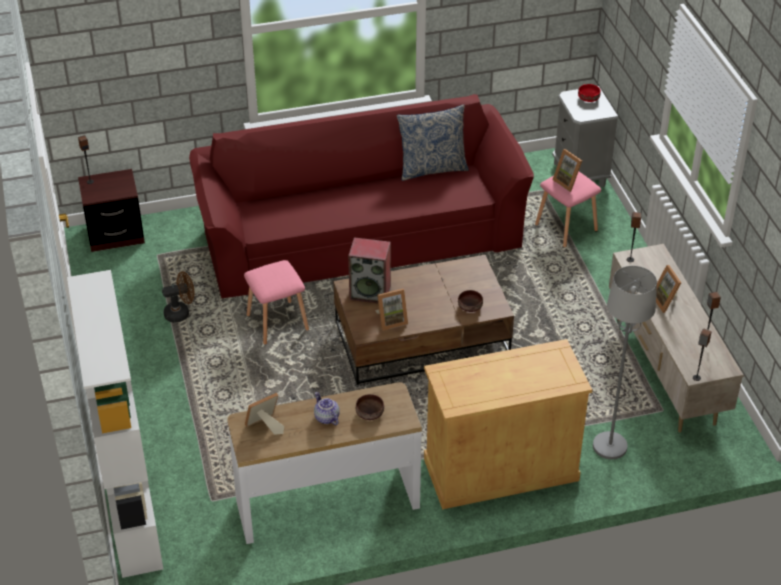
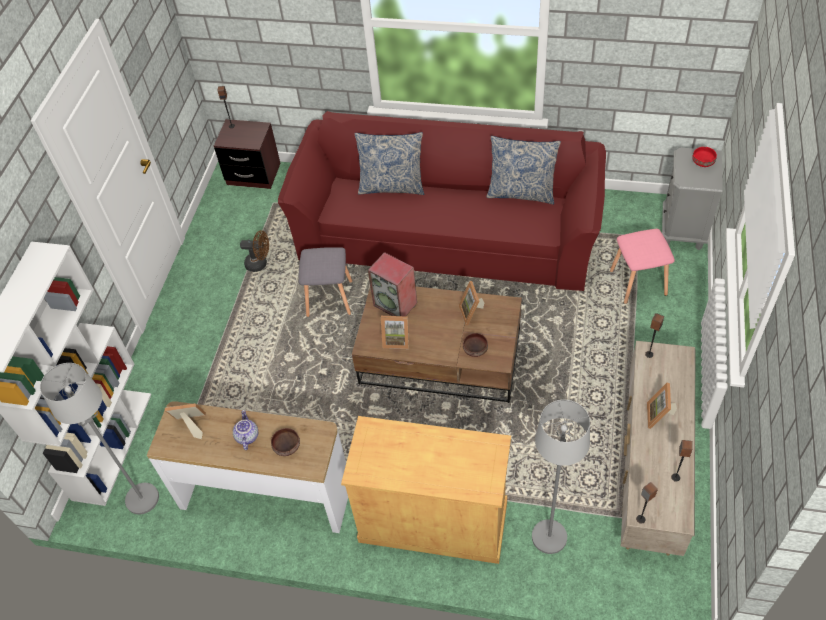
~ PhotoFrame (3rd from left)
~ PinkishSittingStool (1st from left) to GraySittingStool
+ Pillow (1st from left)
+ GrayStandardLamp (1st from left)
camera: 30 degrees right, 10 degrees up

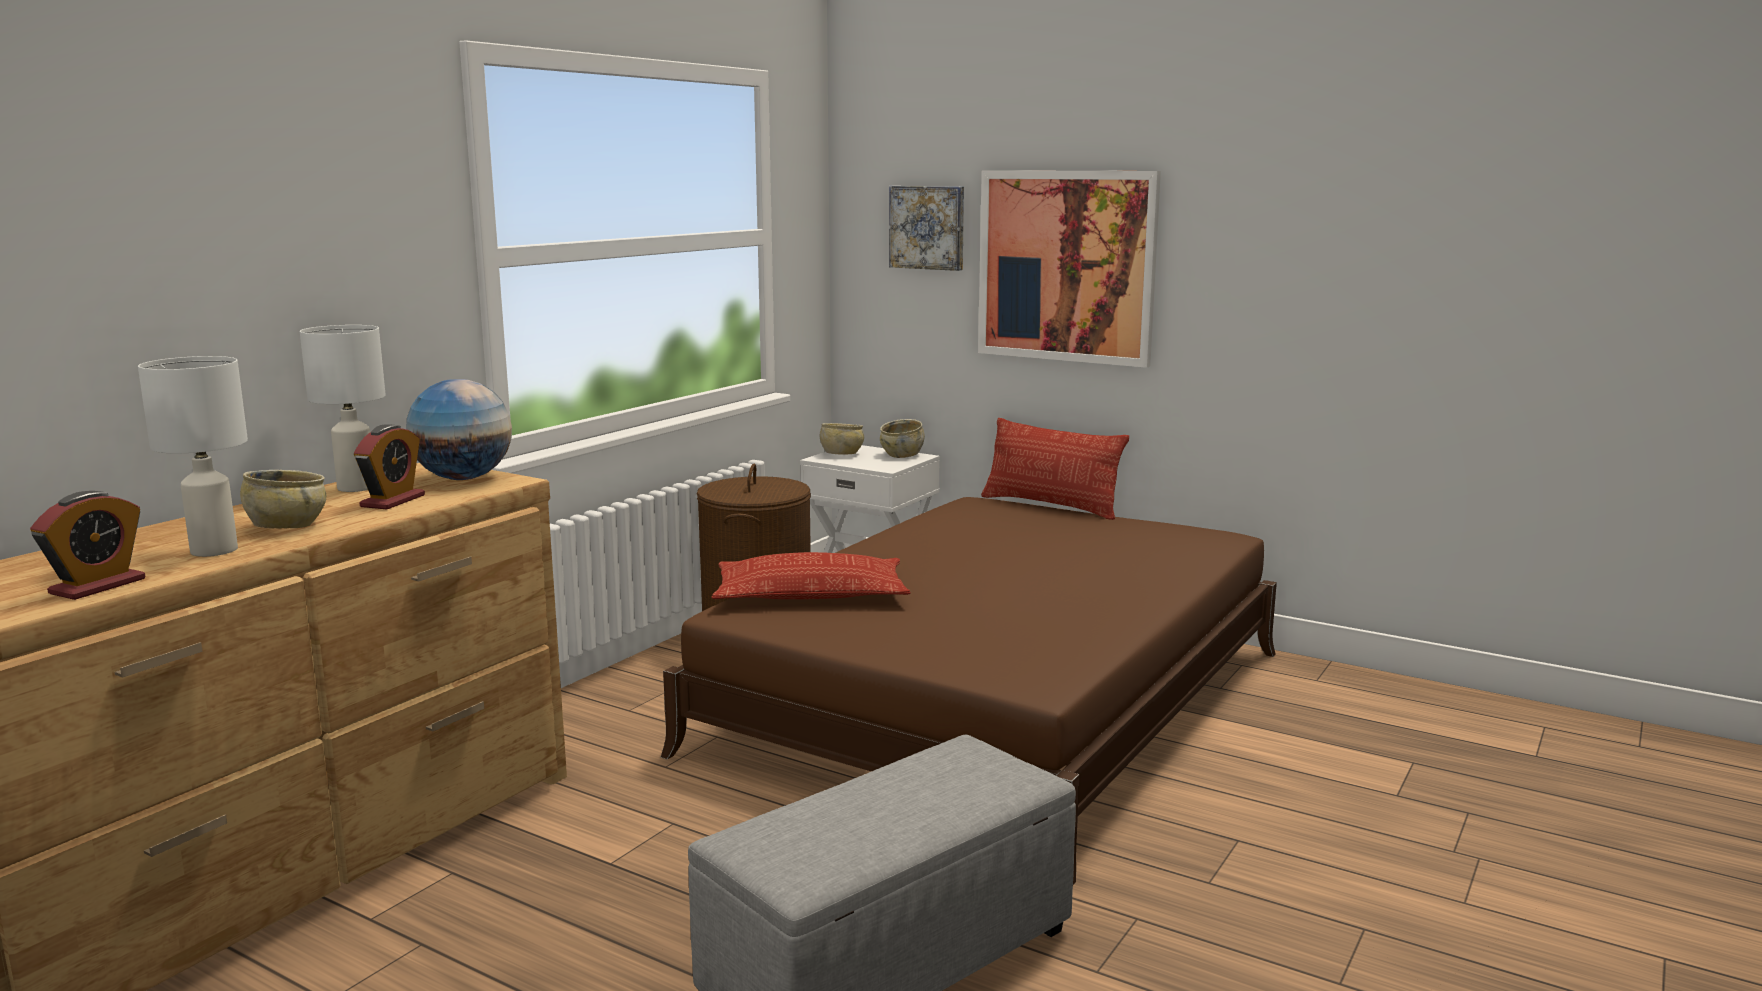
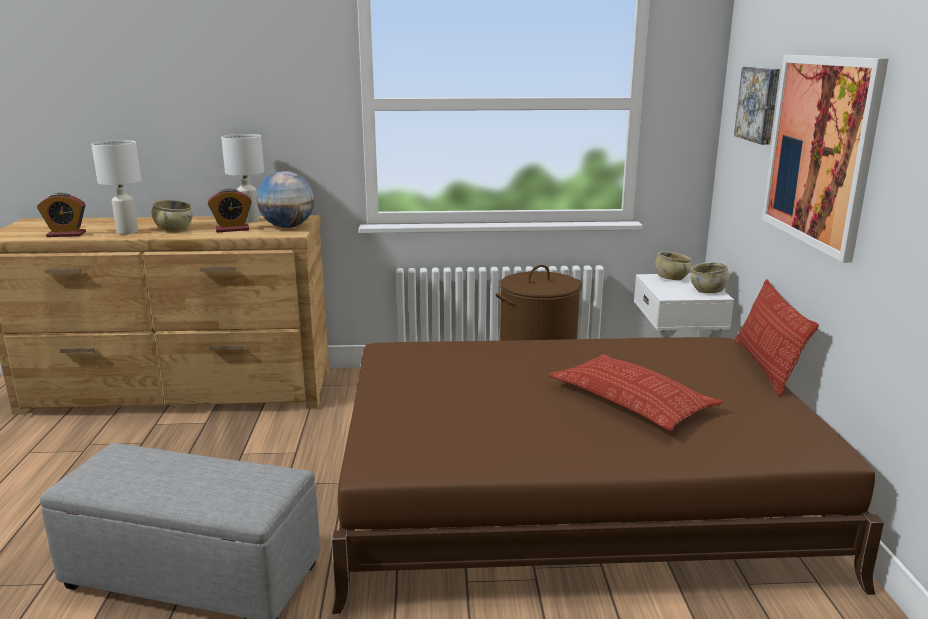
~ Pillow (1st from left)
camera: 55 degrees right, 5 degrees up

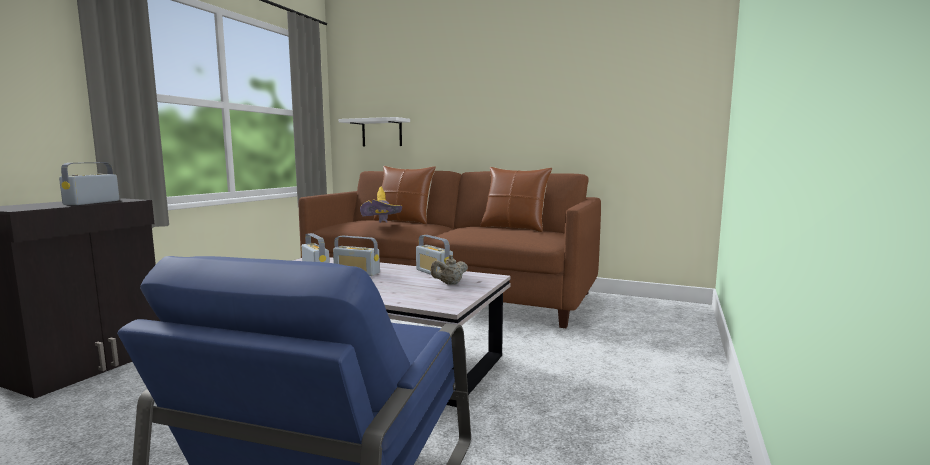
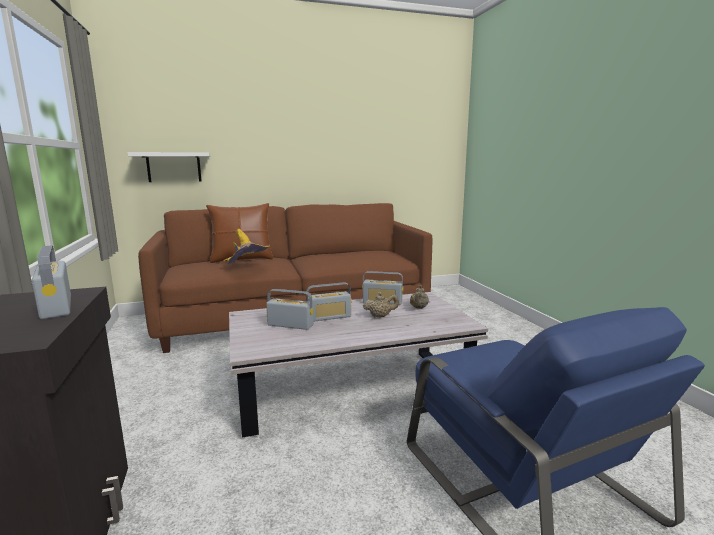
- BrownishPillow (2nd from left)
+ SandColouredPotForTea (1st from left)
camera: 40 degrees left, 5 degrees up

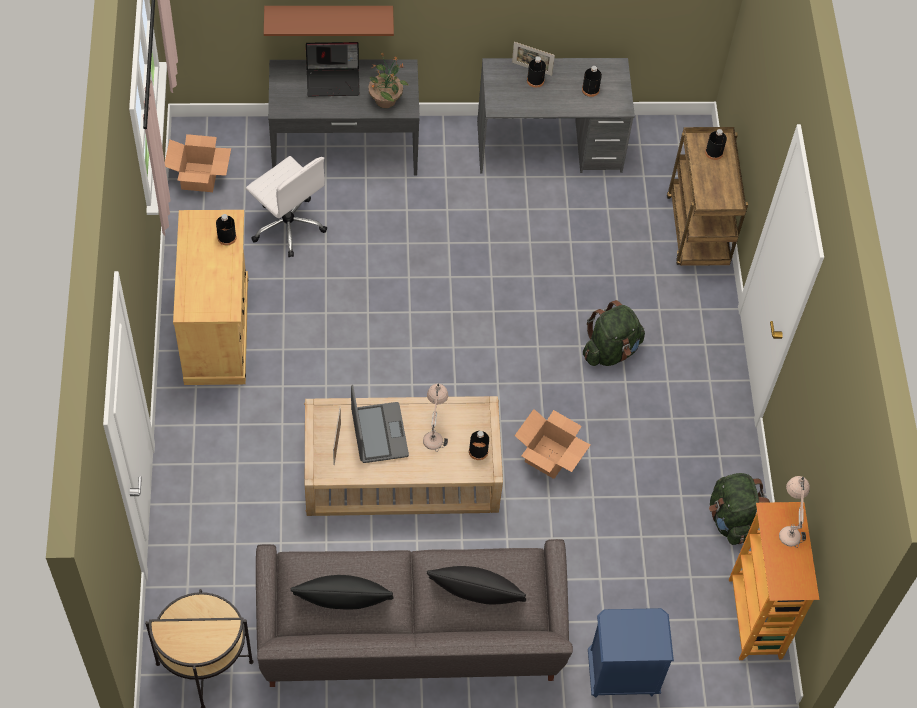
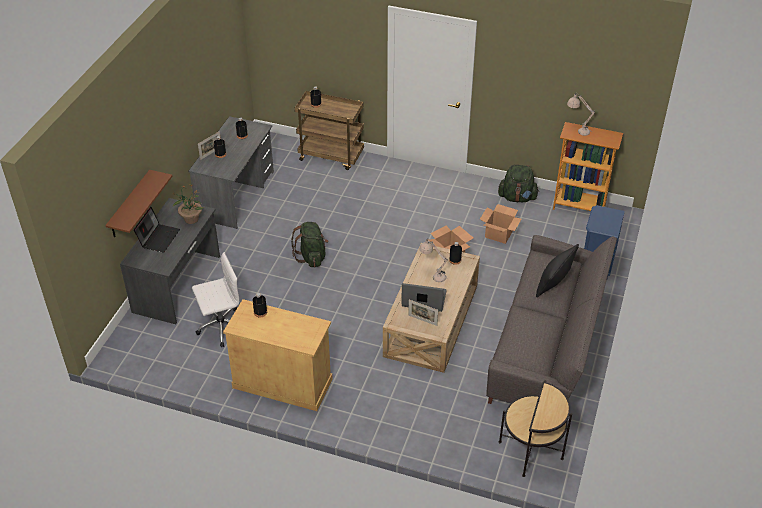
~ CardboardBox (1st from left in the first image) to CardboardBox (2nd from left)
~ GreenishRucksack (1st from left)
- BlackishPillow (1st from left)
camera: 65 degrees left, 15 degrees down

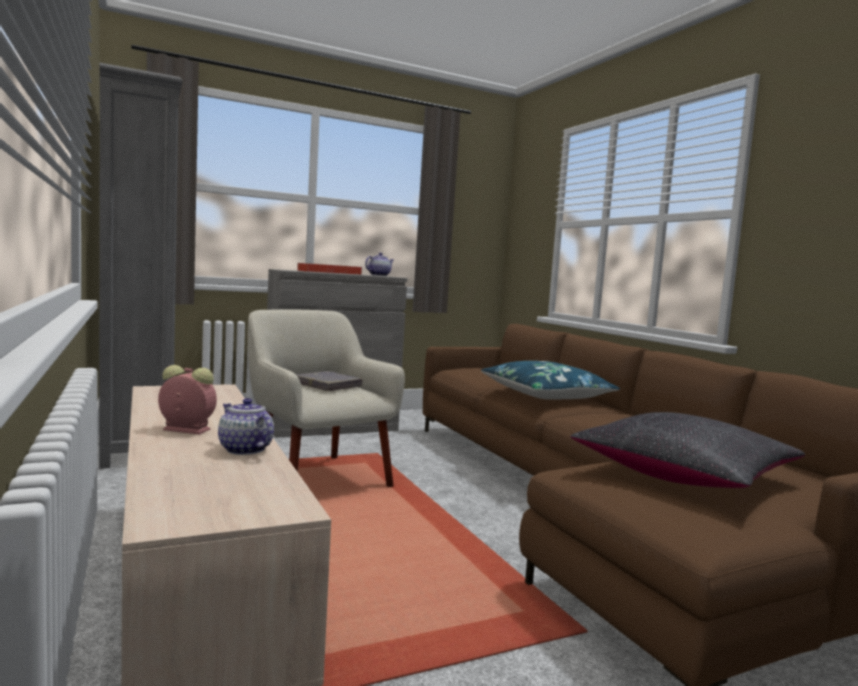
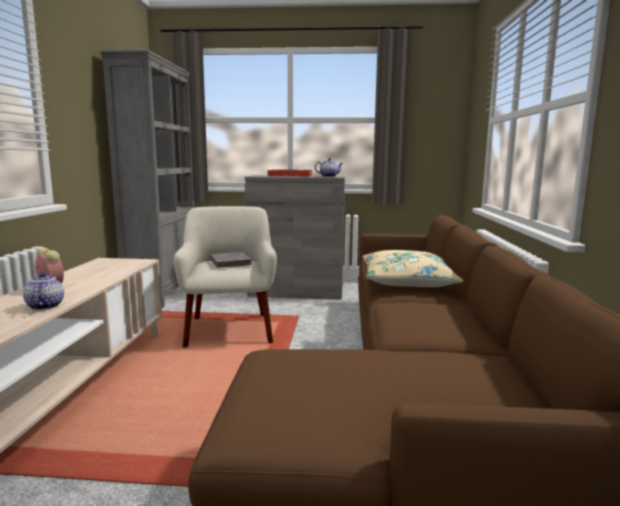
~ BluishPillow to SandColouredPillow
- BlackishPillow
camera: 30 degrees right, 5 degrees up

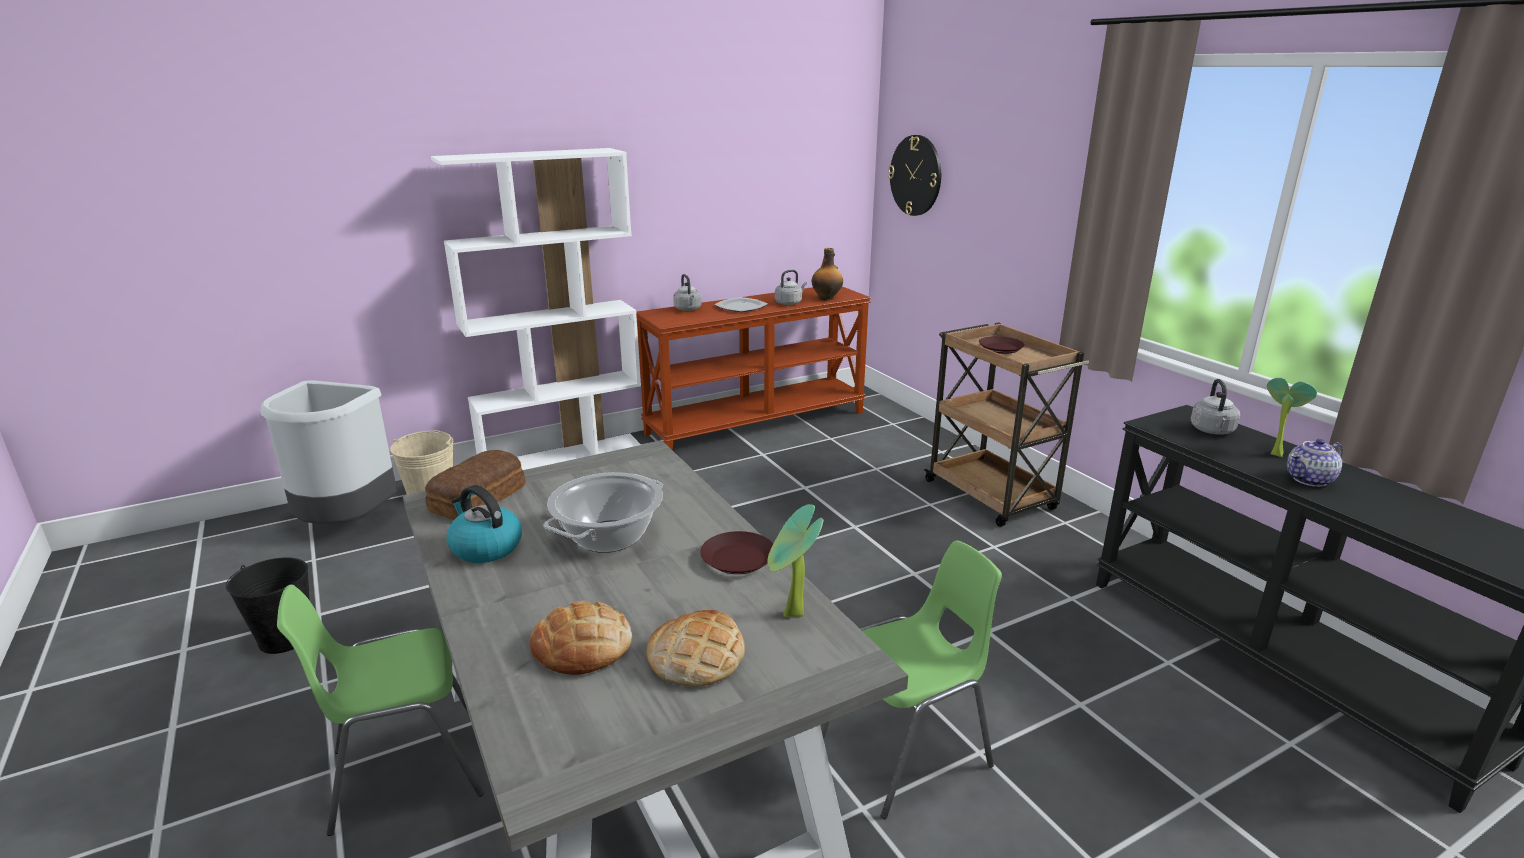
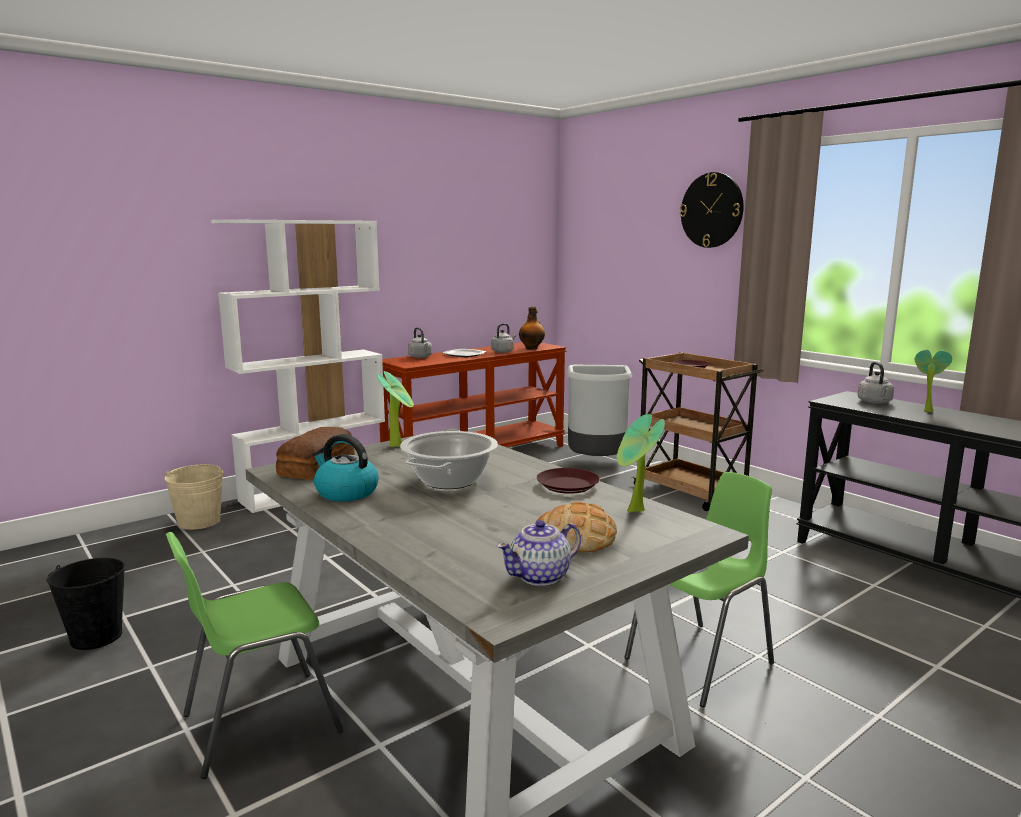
~ ClockOnTheWall
~ GrayRubbishBin
~ PotForTea
- Bread (2nd from left)
+ PlantInAPot (1st from left)
camera: 10 degrees left, 10 degrees down

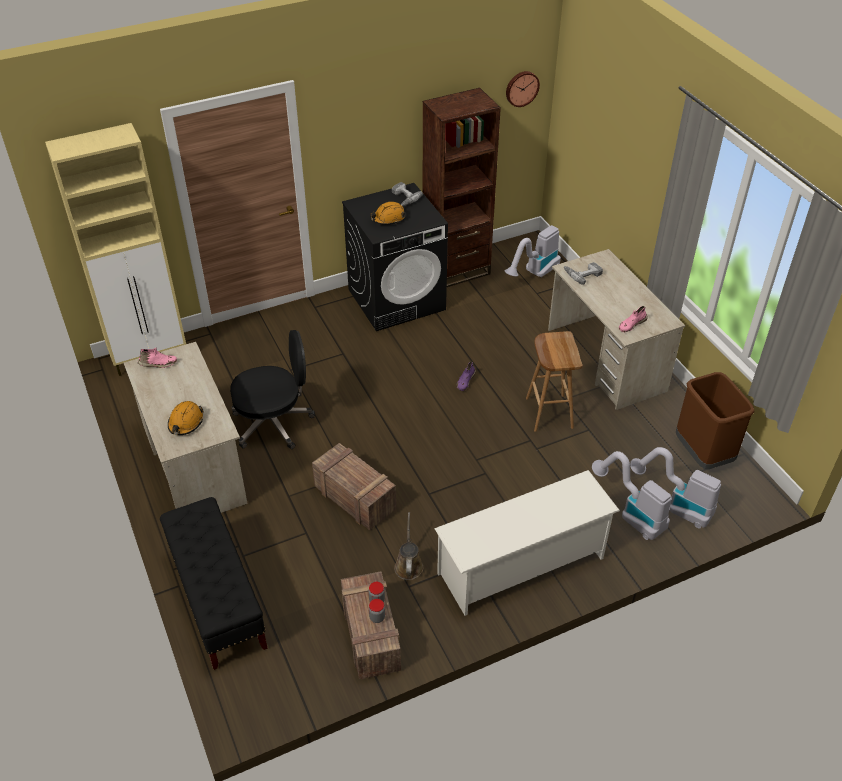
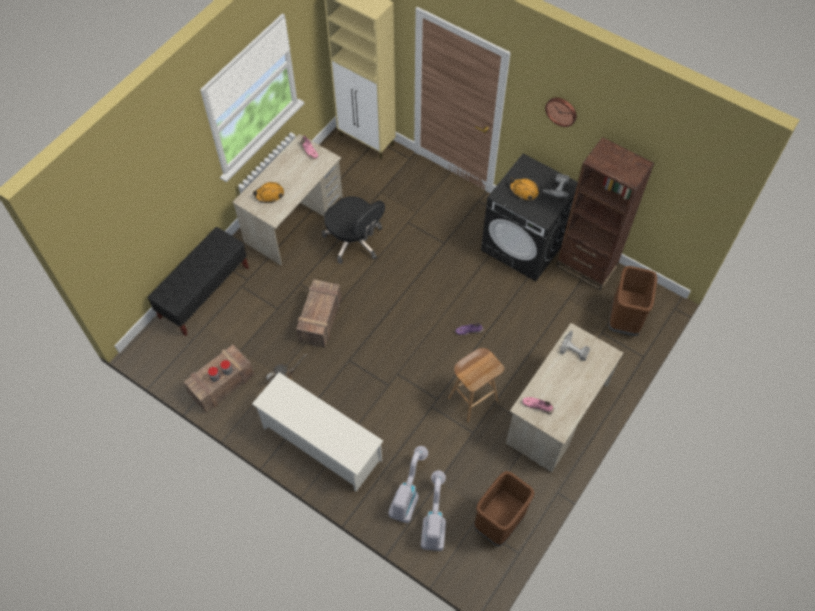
~ ClockOnTheWall
~ Hoover (1st from left) to BrownishRubbishBin (2nd from left)
camera: 60 degrees right, 15 degrees up

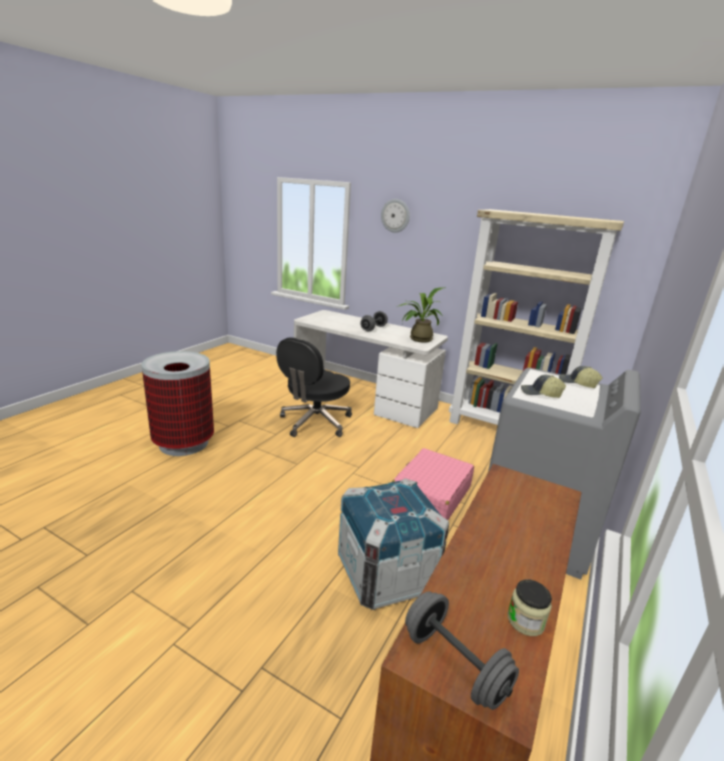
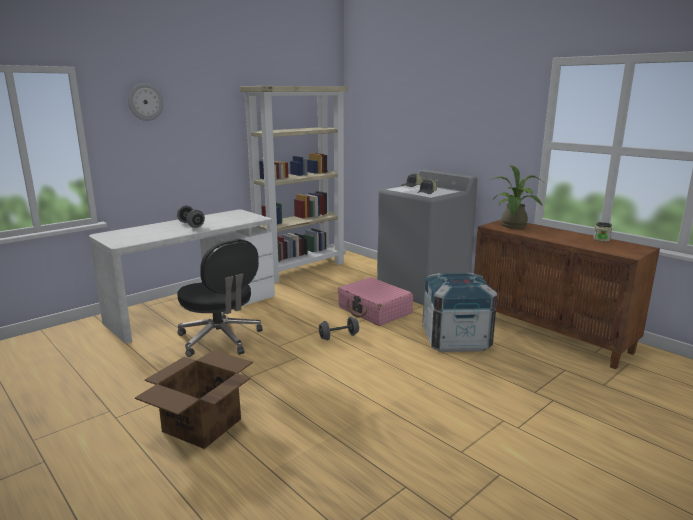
~ PlantInAPot
~ RubbishBin to CardboardBox
~ GrayDumbbell (2nd from left)
camera: 70 degrees left, 5 degrees down

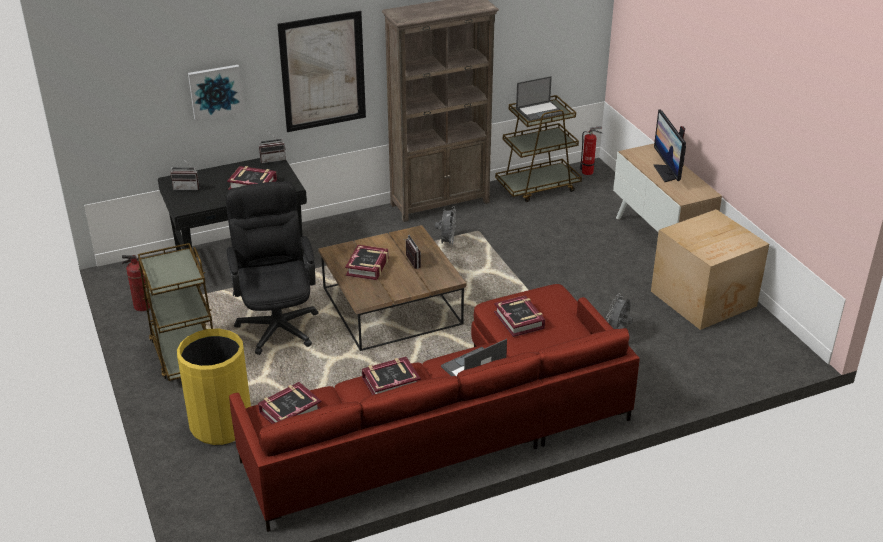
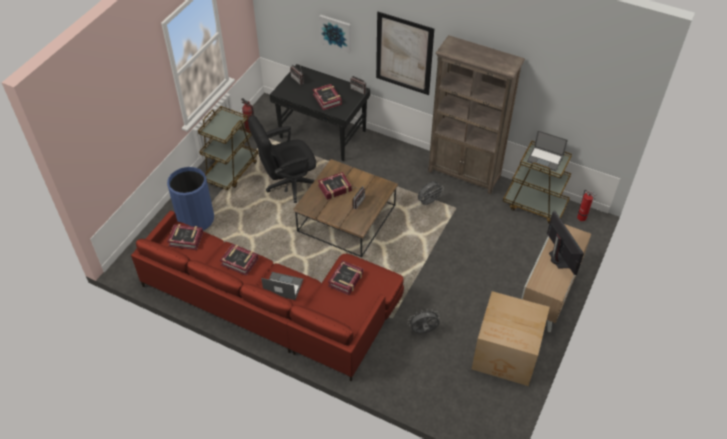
~ Monitor 120 degrees clockwise
~ BlackishDeskChair 150 degrees counterclockwise
~ YellowishRubbishBin to BluishRubbishBin
camera: 50 degrees right, 15 degrees up

